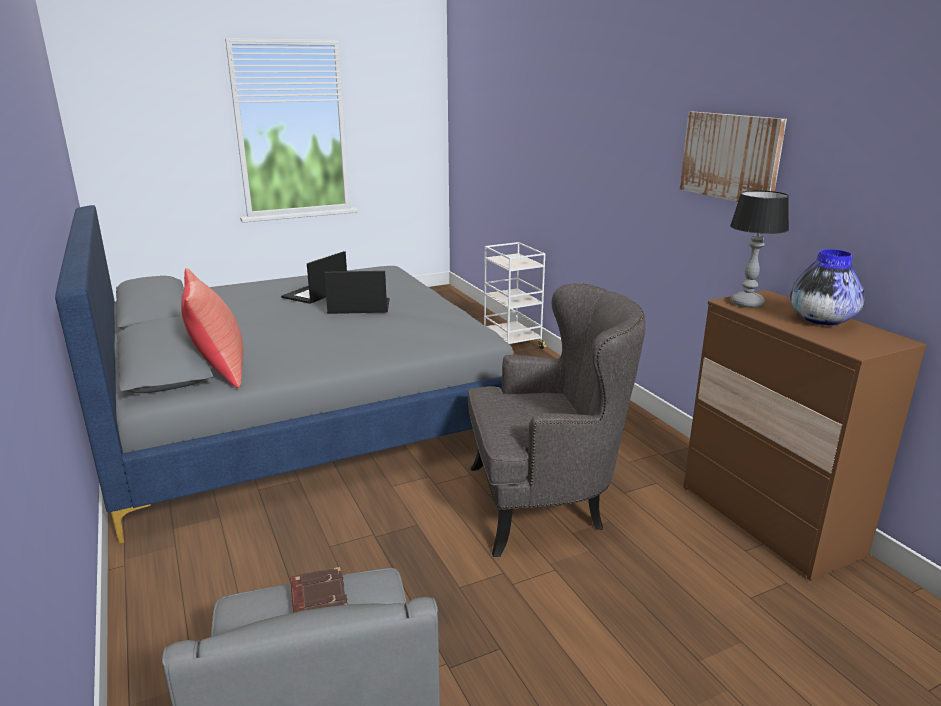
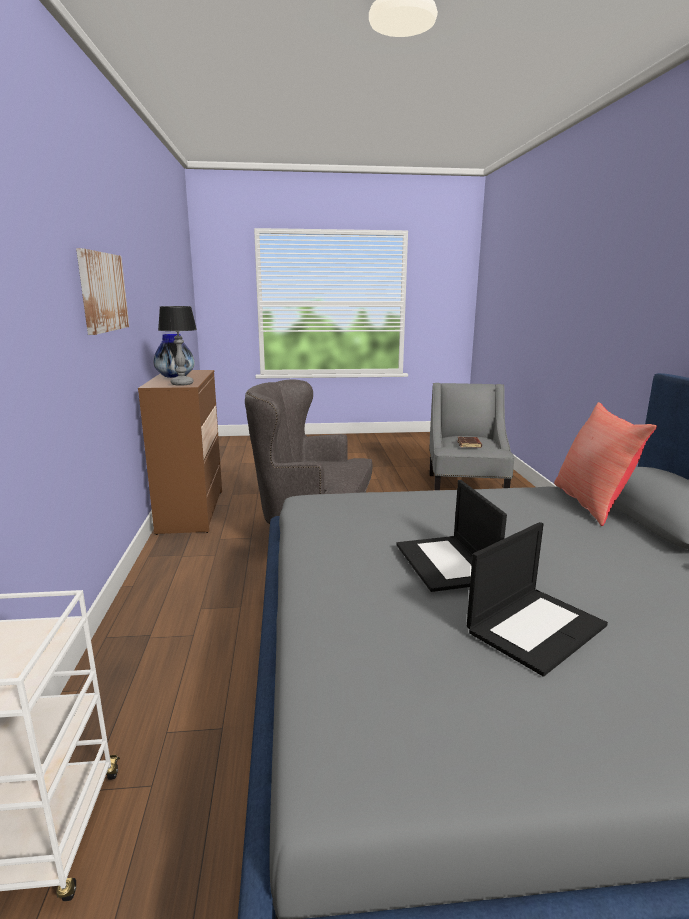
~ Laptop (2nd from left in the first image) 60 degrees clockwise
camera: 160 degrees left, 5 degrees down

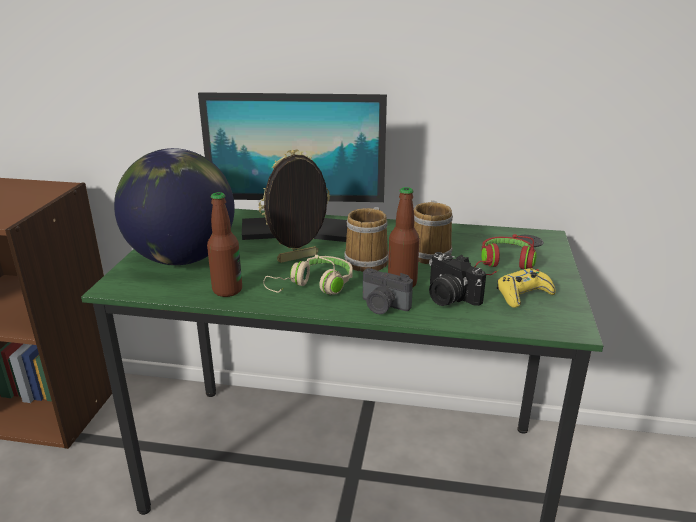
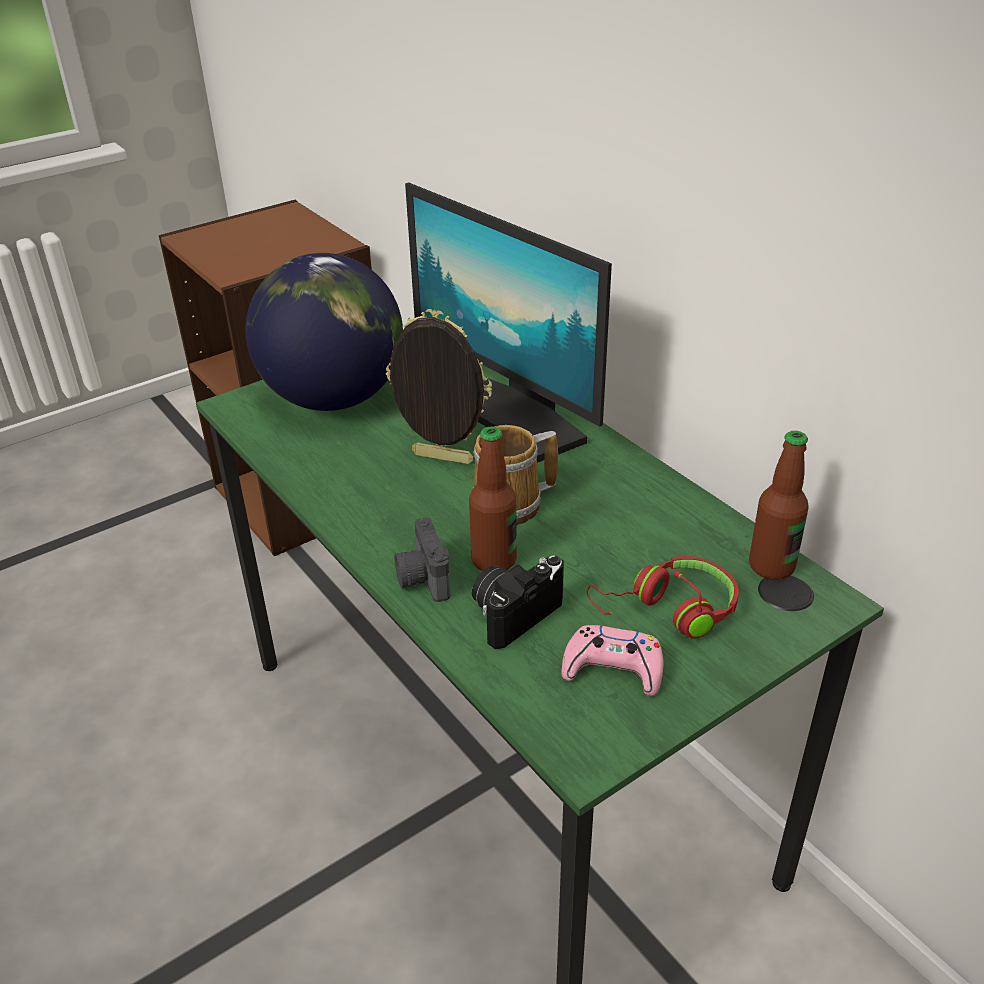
~ DrinkBottle (1st from left in the first image) to DrinkBottle (2nd from left)
- CoffeeMug (2nd from left)
~ PhotoCamera (2nd from left) 45 degrees clockwise
- SandColouredPairOfHeadphones
~ YellowishGameController to PinkishGameController
camera: 45 degrees right, 10 degrees up

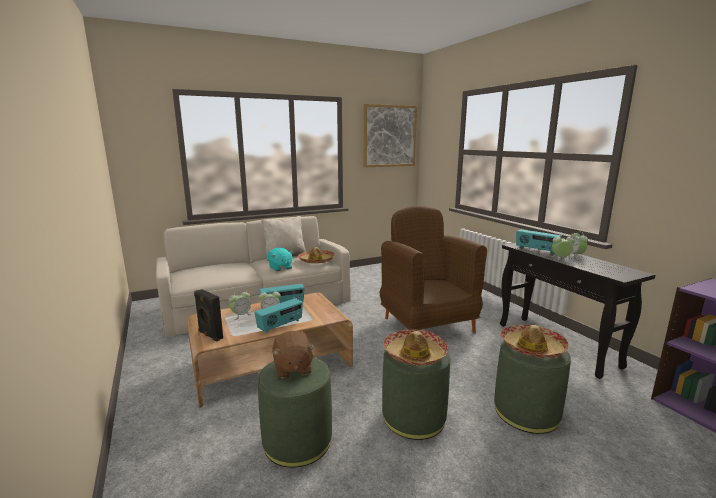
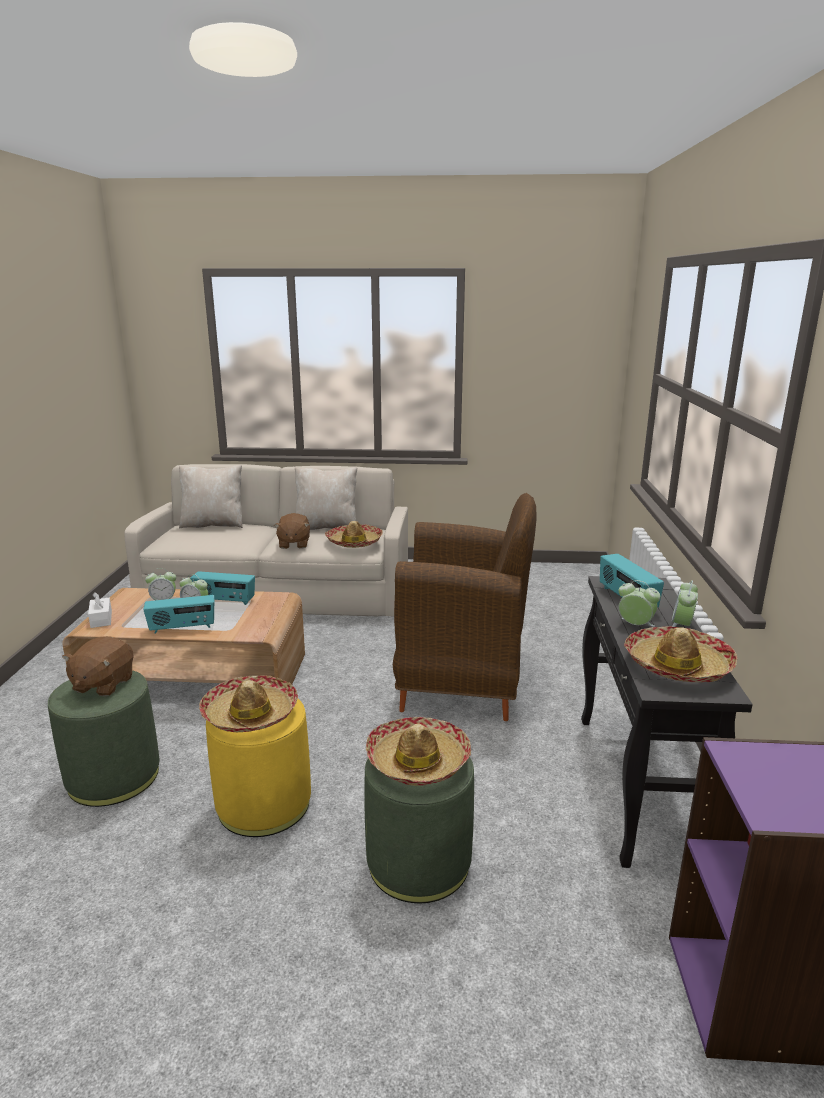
- WallPicture
~ BrownishLoungeChair 90 degrees clockwise
~ BlueGreenCuddlyToy to BrownishCuddlyToy (2nd from left)
~ BlackishLoudspeaker to WhiteTissueBox
~ GreenishFootrest (2nd from left) to YellowishFootrest
+ SandColouredPillow (1st from left)
+ WearableHat (4th from left)
camera: 30 degrees right, 5 degrees up

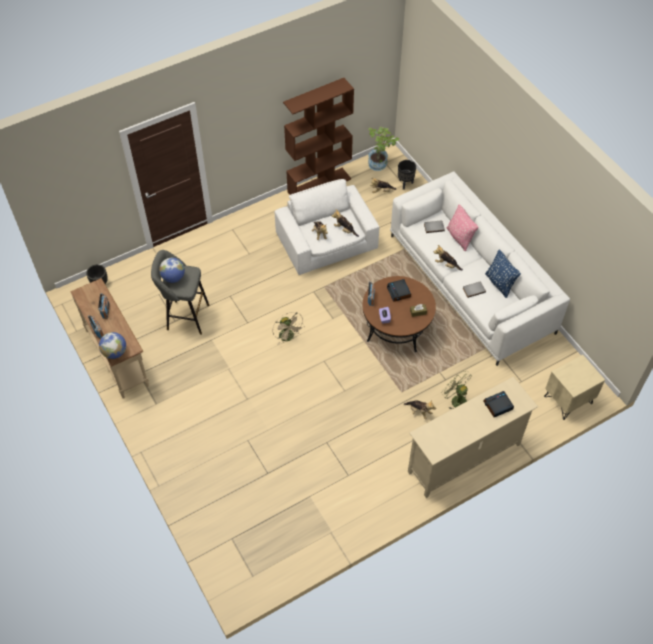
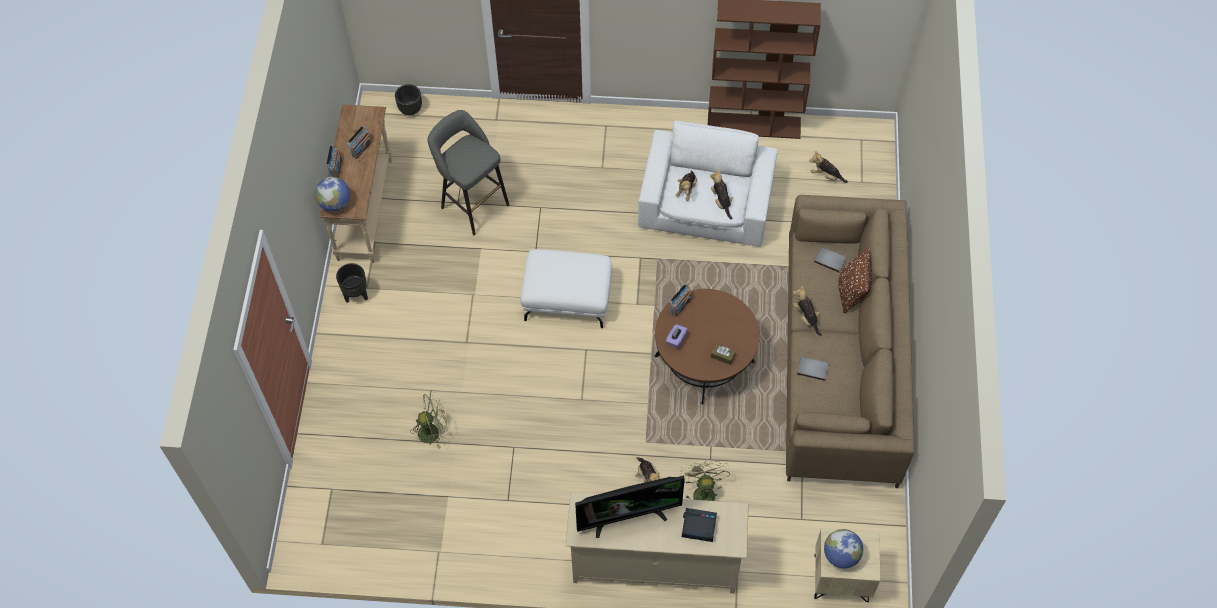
- PlantInAPot
~ BlackishFlowerPot (2nd from left in the first image) to BlackishFlowerPot (1st from left)
~ WhiteSofa to BrownishSofa
~ PinkishPillow to BrownishPillow
- BluishPillow
~ DeskGlobe (2nd from left)
- AlarmClock (1st from left)
~ SandColouredFan to WhiteFootrest
+ GreenishFan (1st from left)
+ TvSet
camera: 35 degrees right, 5 degrees up

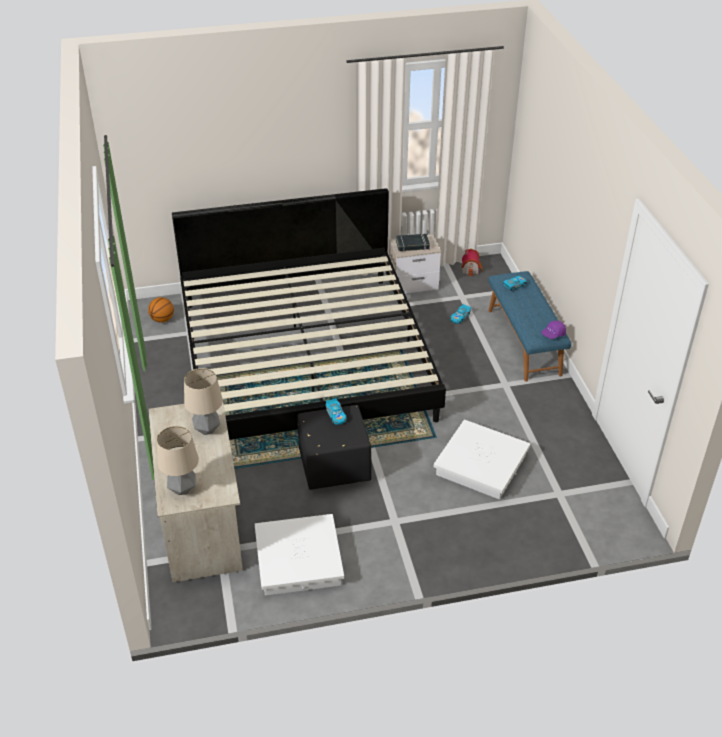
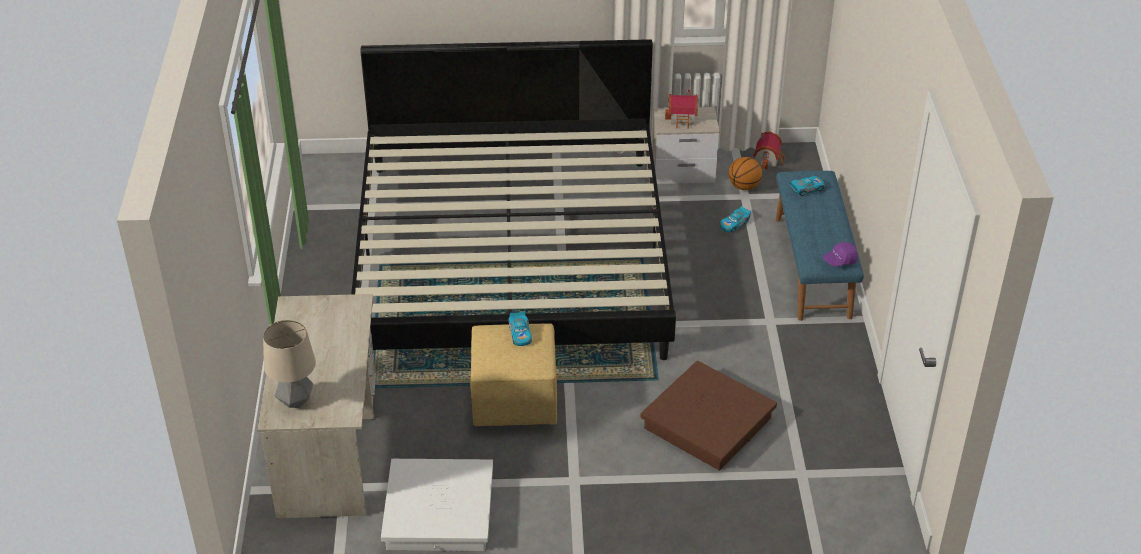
~ BlackishVolume to ModelHouse (1st from left)
~ BallForBasketball
- TableLamp (2nd from left)
~ BlackishFootrest to YellowishFootrest
~ WhiteStorageBox (2nd from left) to BrownishStorageBox
camera: 10 degrees right, 0 degrees up

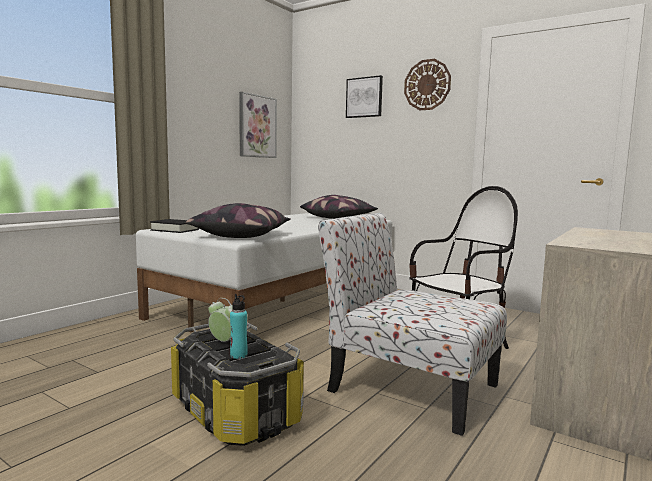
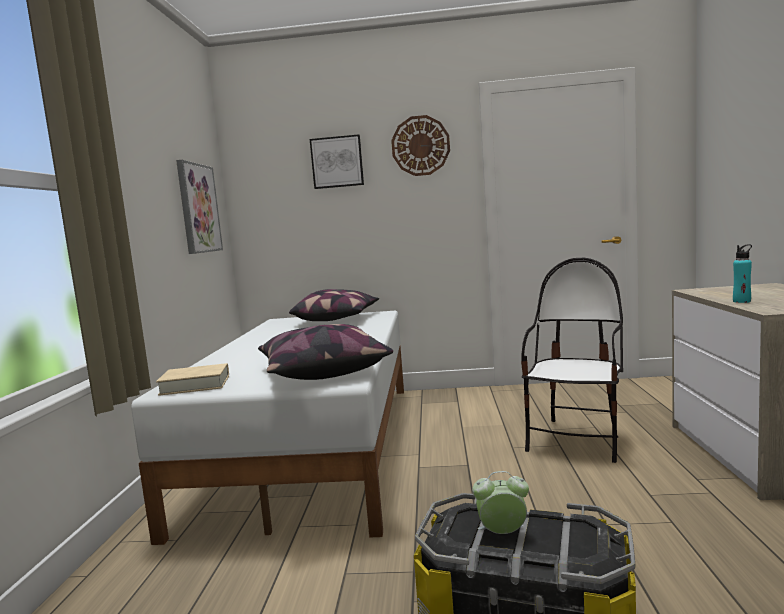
- UprightChair (1st from left)
~ BlackishVolume to SandColouredVolume
~ BlueGreenDrinkBottle
camera: 30 degrees left, 0 degrees up

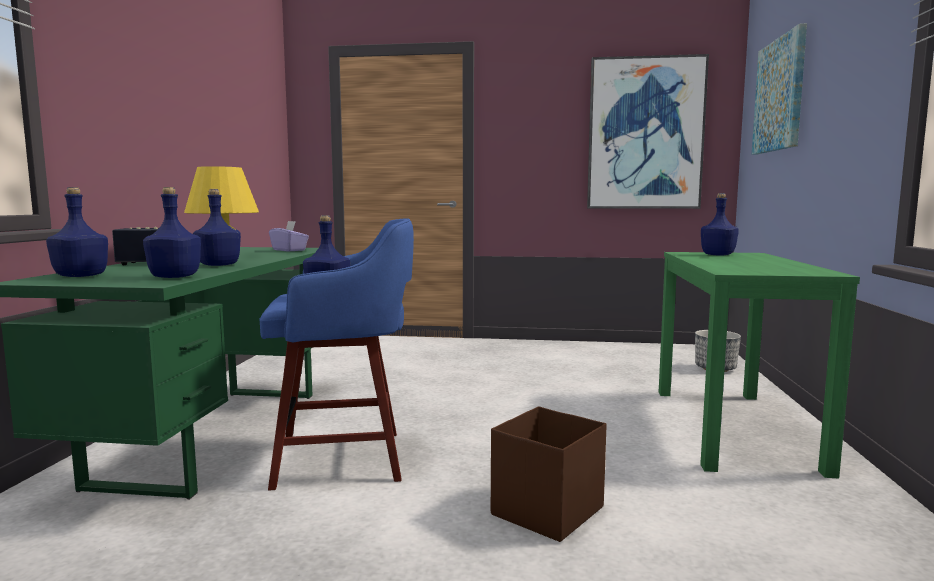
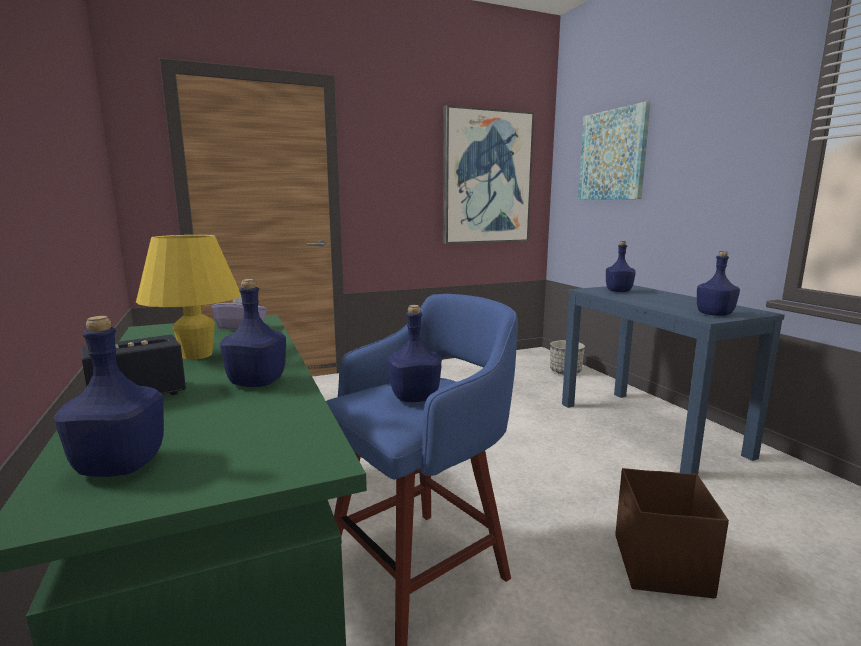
~ BluishDrinkBottle (2nd from left in the first image) to BluishDrinkBottle (5th from left)
~ GreenishConsoleTable to BluishConsoleTable
camera: 30 degrees left, 5 degrees up

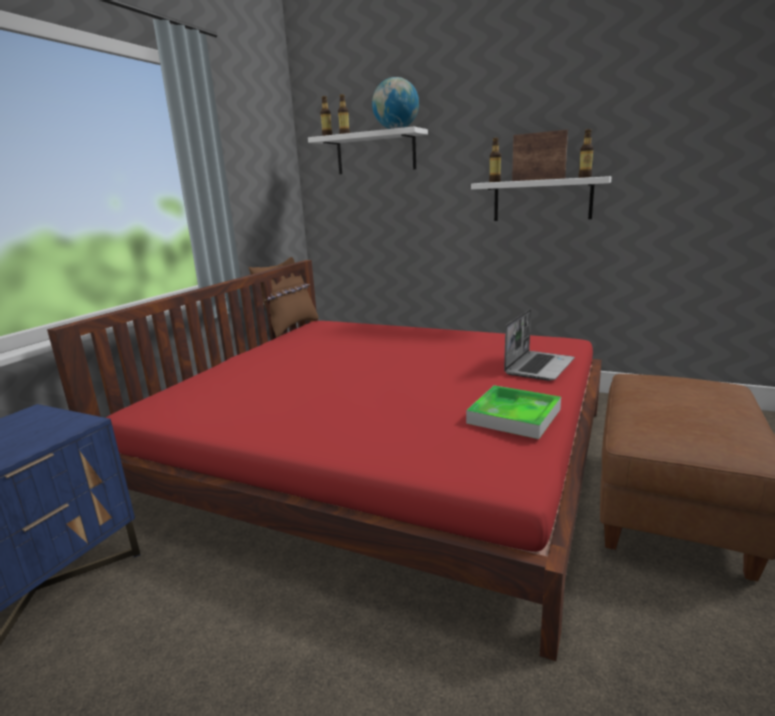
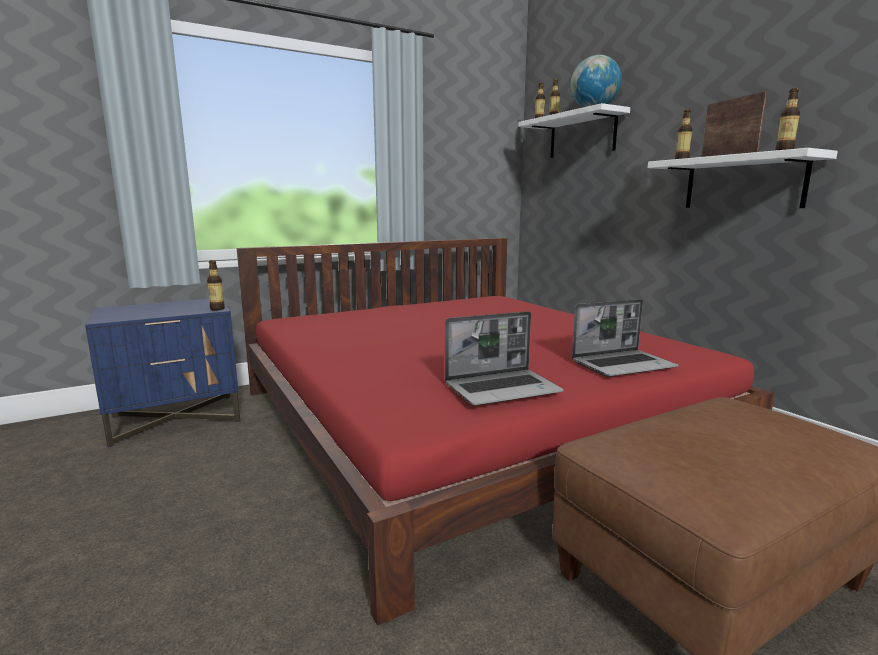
- BrownishPillow
~ ServingTray to Laptop (1st from left)
+ DrinkBottle (1st from left)
camera: 35 degrees right, 5 degrees down

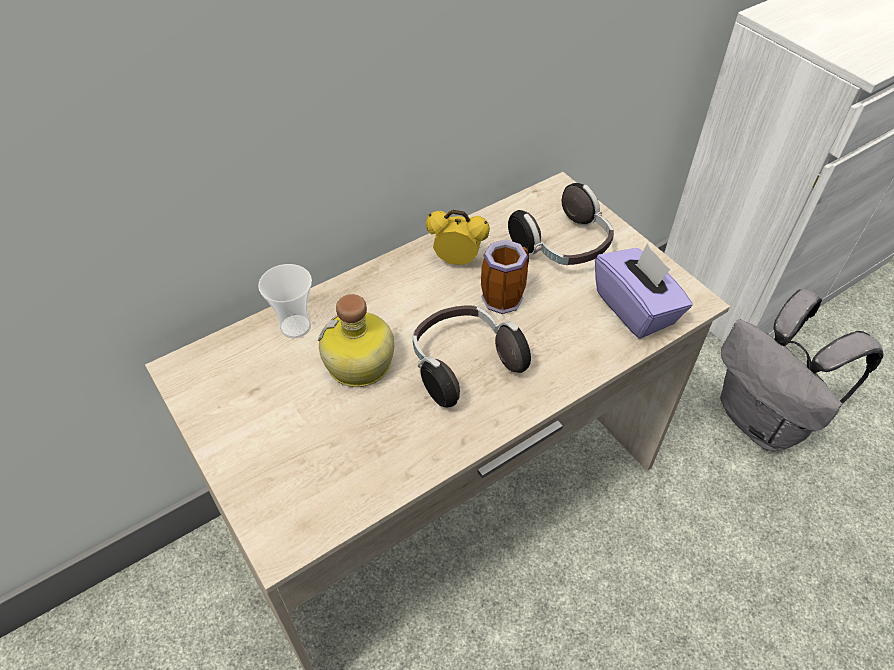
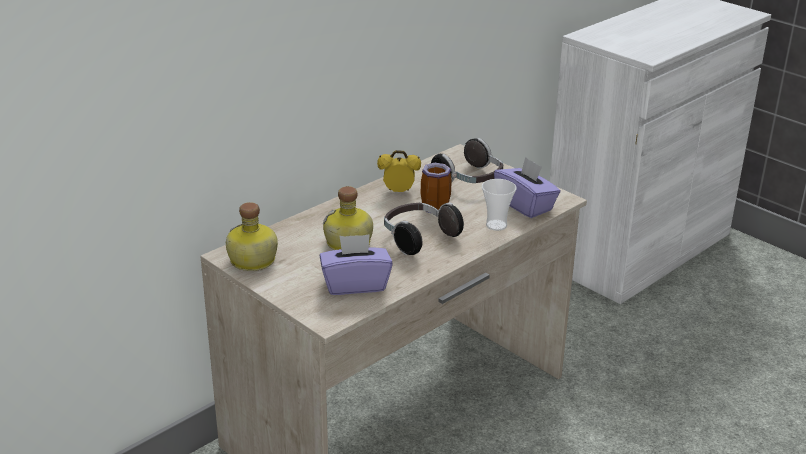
~ DrinkingCup
- GrayRucksack
+ DrinkBottle (1st from left)
+ PurplishTissueBox (1st from left)
camera: 10 degrees left, 20 degrees down

